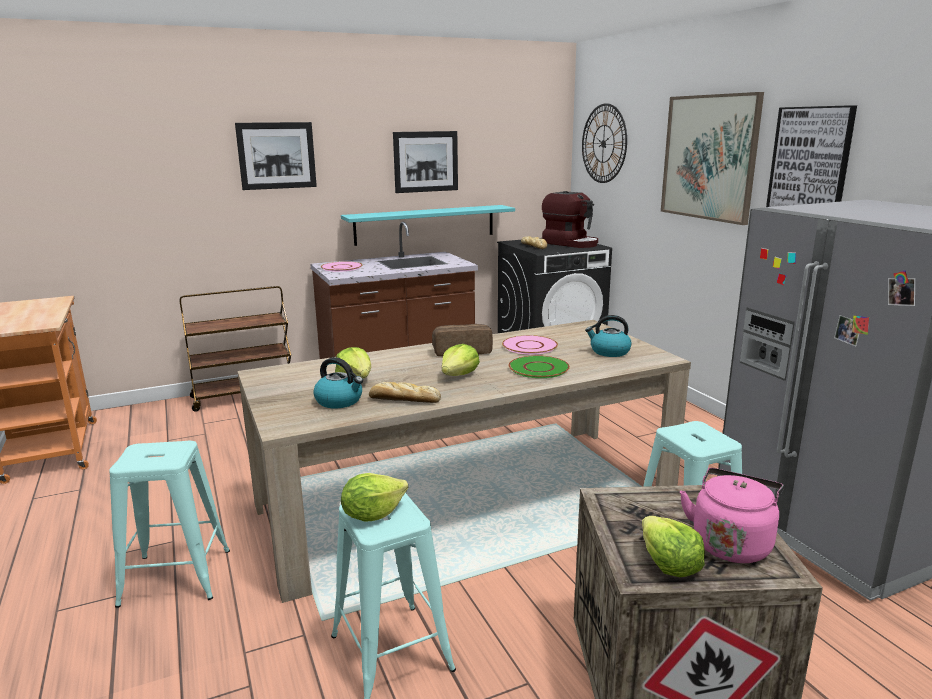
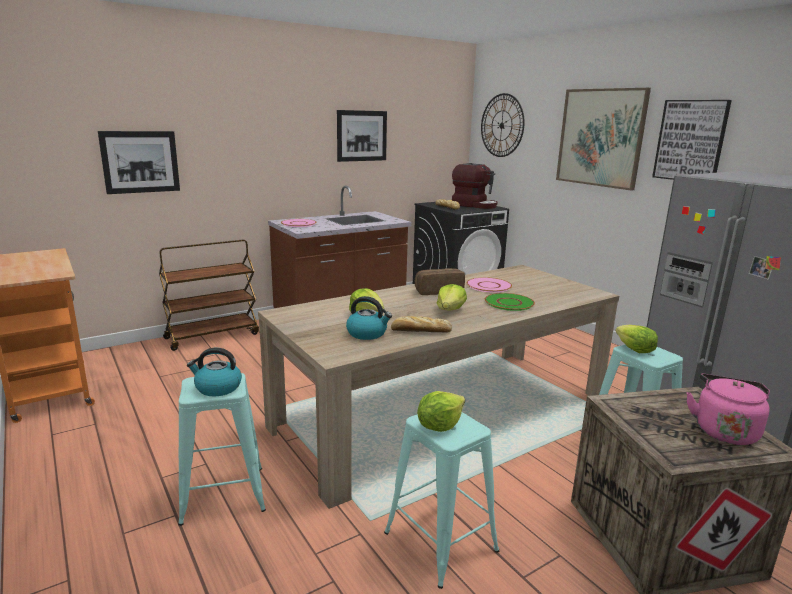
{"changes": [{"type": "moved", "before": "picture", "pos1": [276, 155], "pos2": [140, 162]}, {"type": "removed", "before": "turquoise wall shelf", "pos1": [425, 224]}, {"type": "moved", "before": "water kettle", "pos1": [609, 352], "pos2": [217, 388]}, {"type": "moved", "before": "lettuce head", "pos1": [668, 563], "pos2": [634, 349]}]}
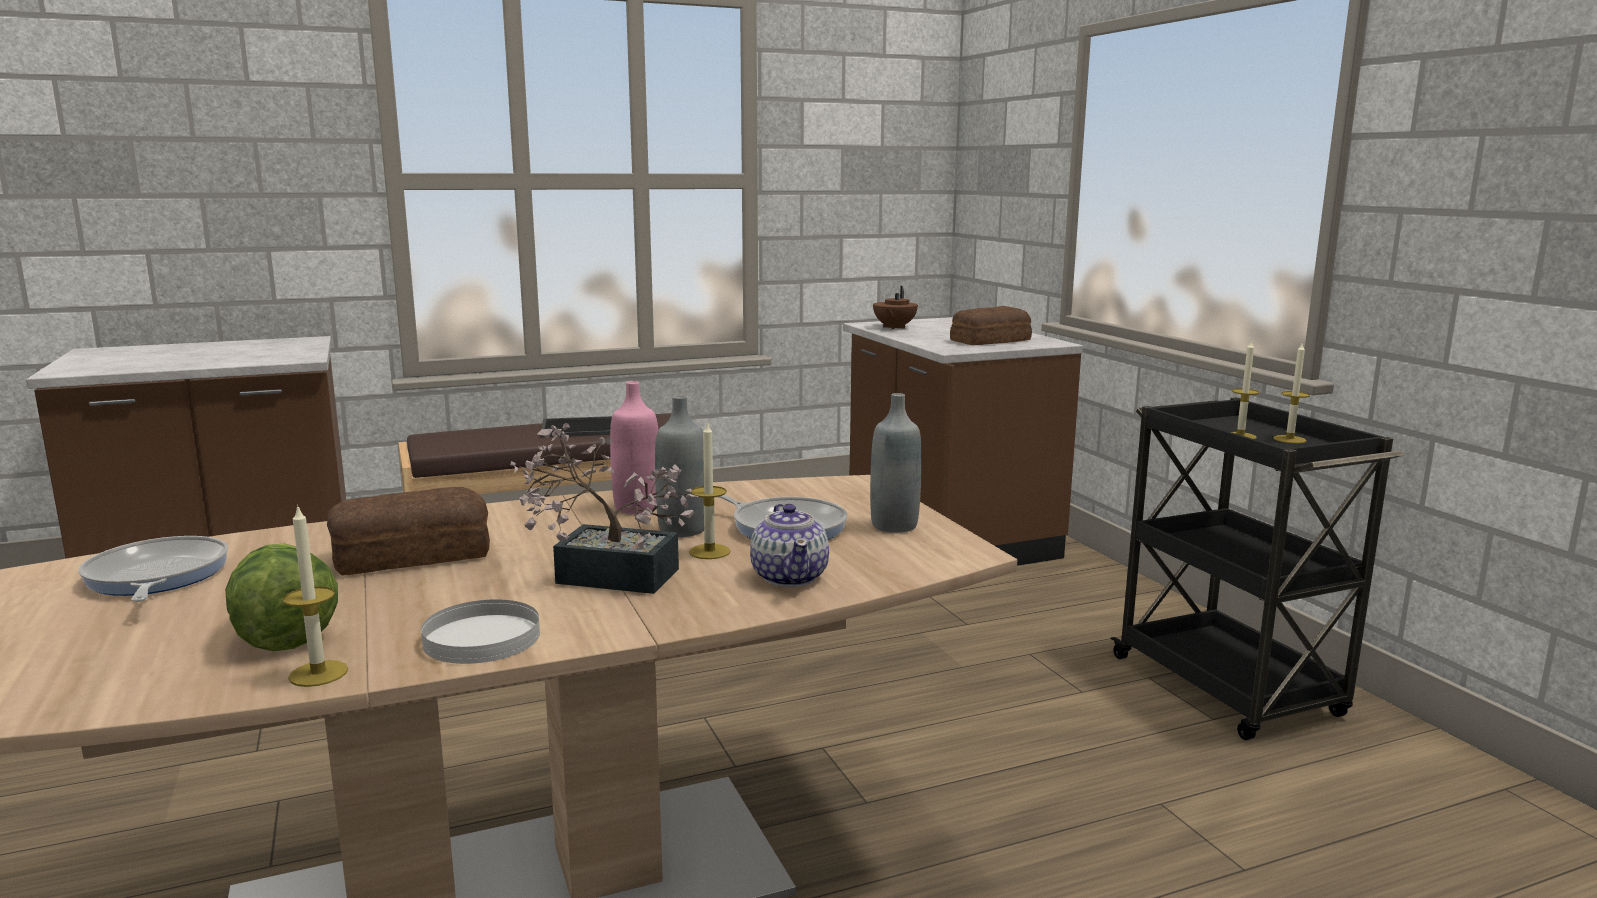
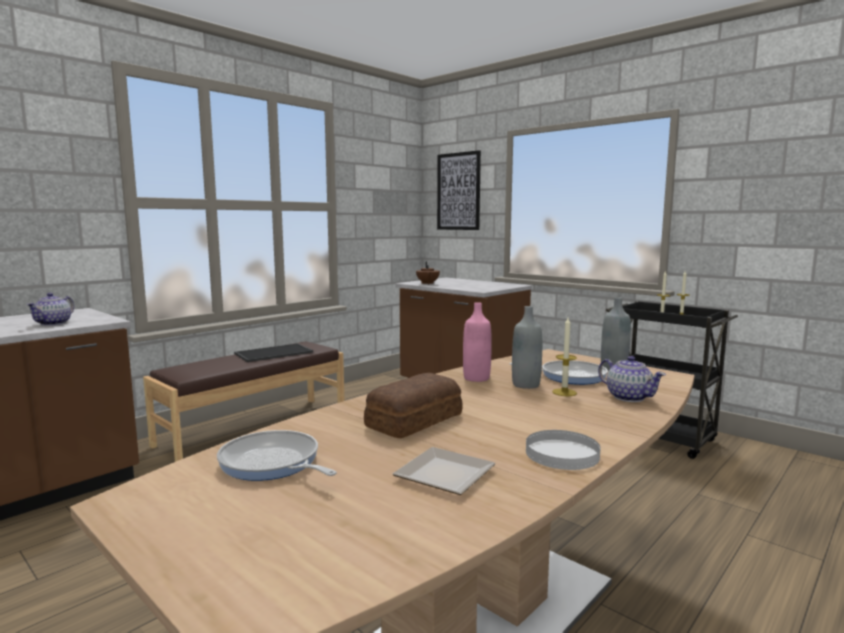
{"changes": [{"type": "replaced", "before": "lettuce head", "after": "flat dish", "pos1": [283, 634], "pos2": [446, 477]}, {"type": "removed", "before": "candle", "pos1": [318, 673]}, {"type": "removed", "before": "houseplant", "pos1": [605, 574]}, {"type": "removed", "before": "baked bread", "pos1": [988, 340]}, {"type": "added", "after": "tea pot", "pos2": [54, 323]}, {"type": "added", "after": "picture", "pos2": [458, 191]}]}
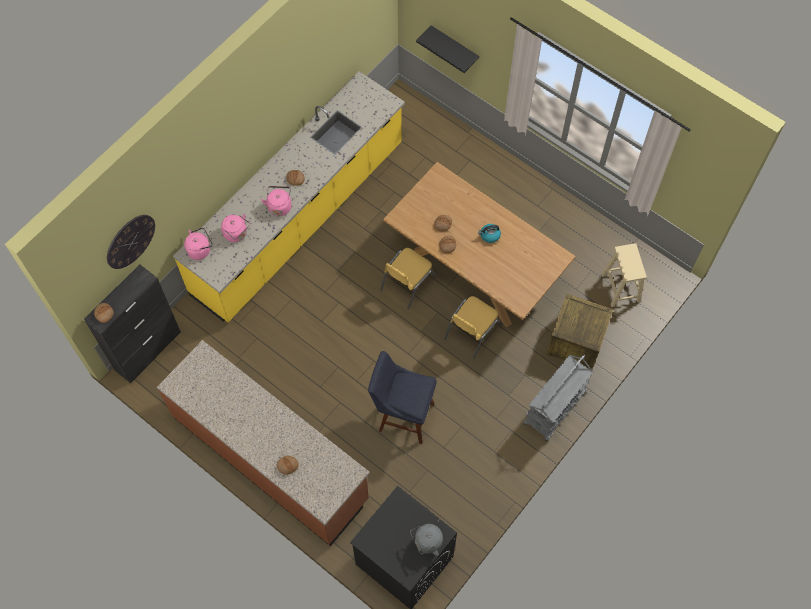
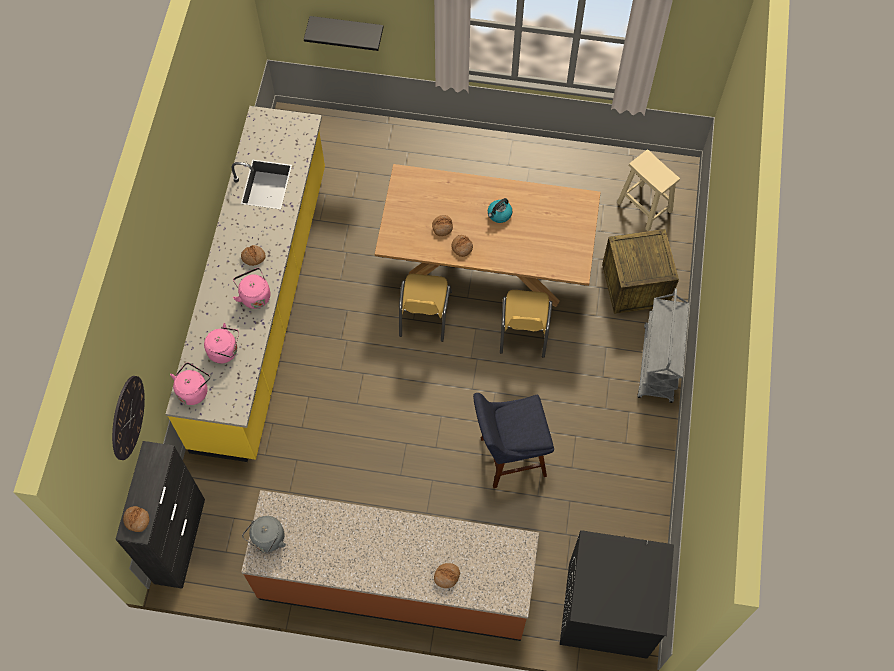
{"changes": [{"type": "moved", "before": "gray water kettle", "pos1": [426, 542], "pos2": [267, 540]}]}
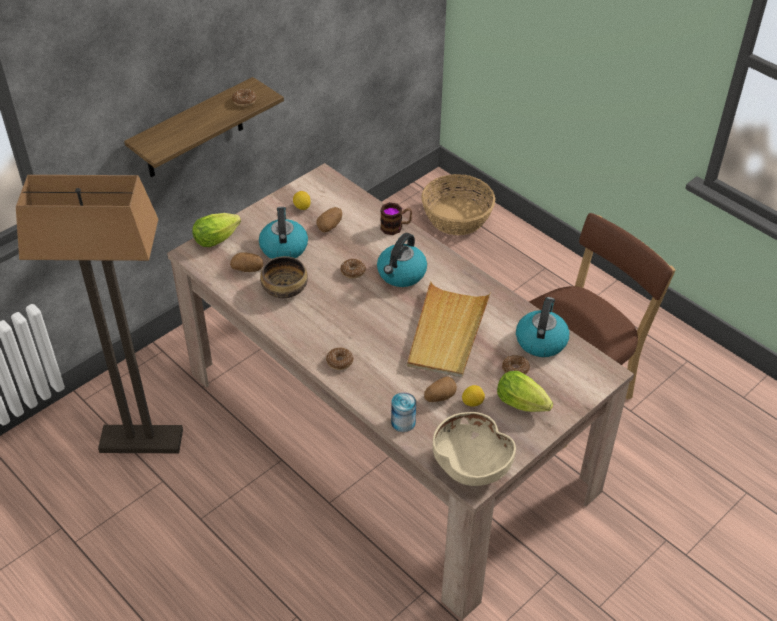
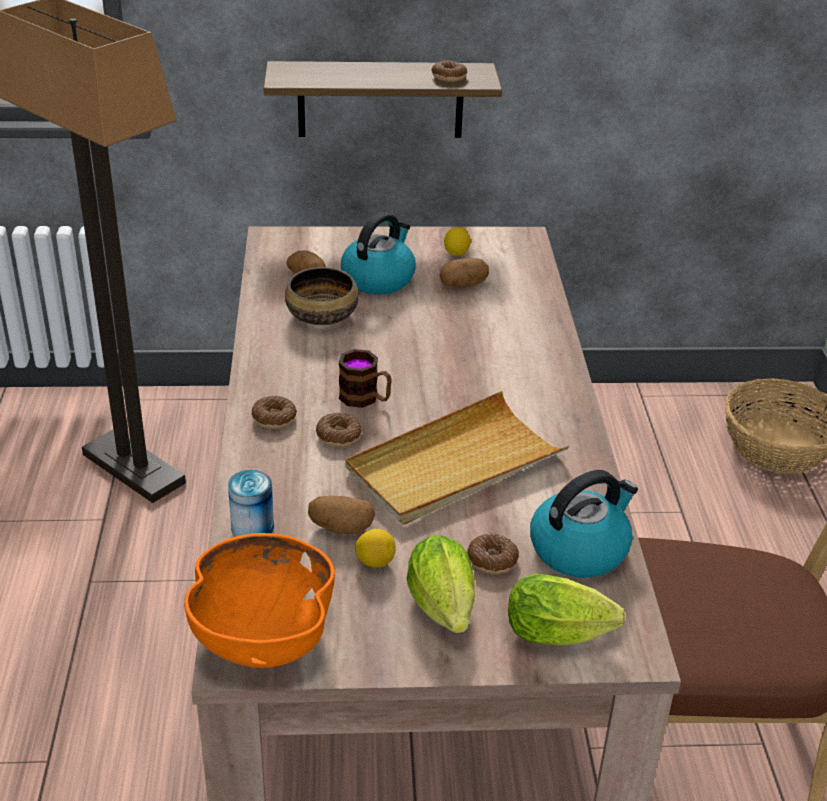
{"changes": [{"type": "moved", "before": "lettuce head", "pos1": [219, 238], "pos2": [563, 635]}, {"type": "moved", "before": "ring doughnut", "pos1": [353, 272], "pos2": [338, 436]}, {"type": "removed", "before": "water kettle", "pos1": [401, 274]}, {"type": "moved", "before": "coffee mug", "pos1": [396, 227], "pos2": [365, 399]}, {"type": "recoloured", "before": "beige serving bowl", "after": "orange serving bowl", "pos1": [470, 466], "pos2": [262, 635]}]}
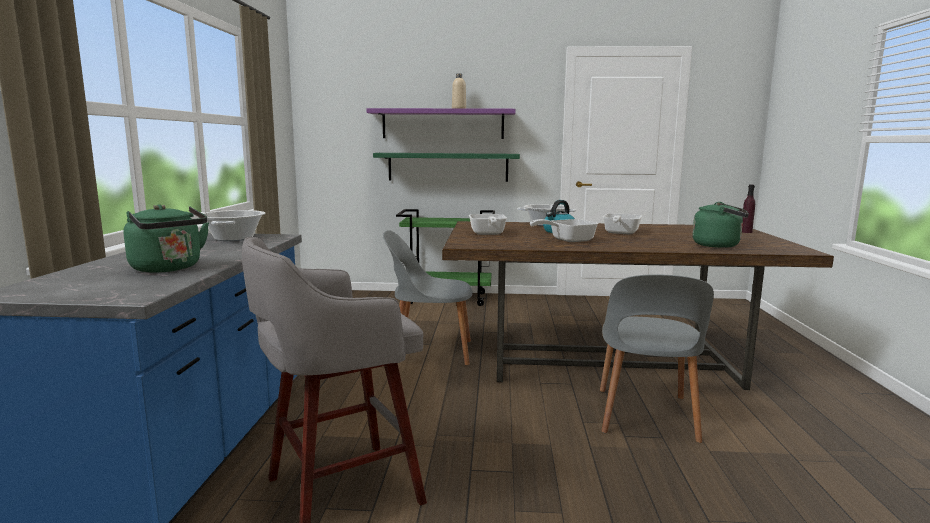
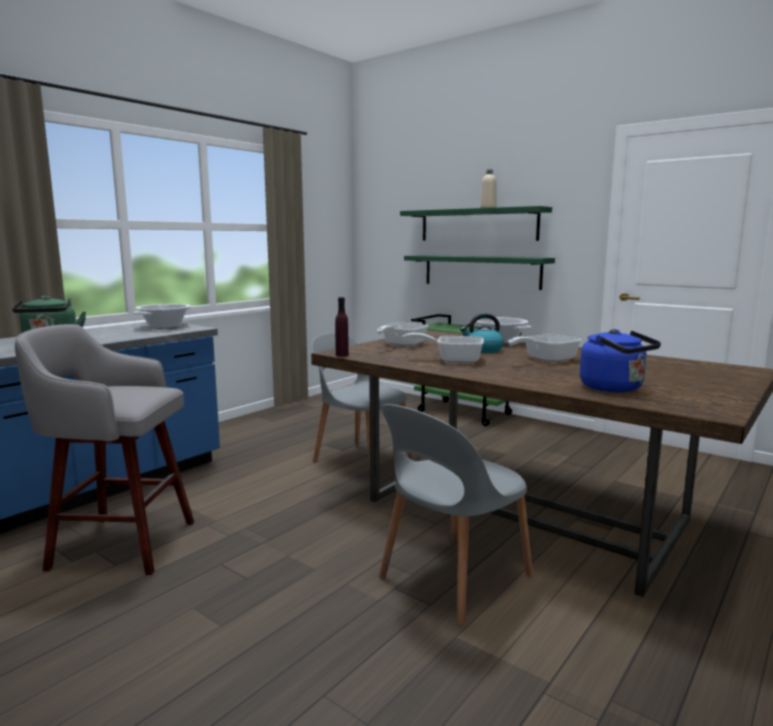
{"changes": [{"type": "recoloured", "before": "purple-coloured wall shelf", "after": "green wall shelf", "pos1": [443, 124], "pos2": [477, 225]}, {"type": "recoloured", "before": "green water kettle", "after": "blue water kettle", "pos1": [719, 245], "pos2": [615, 388]}, {"type": "moved", "before": "purple-coloured drink bottle", "pos1": [746, 232], "pos2": [342, 355]}]}
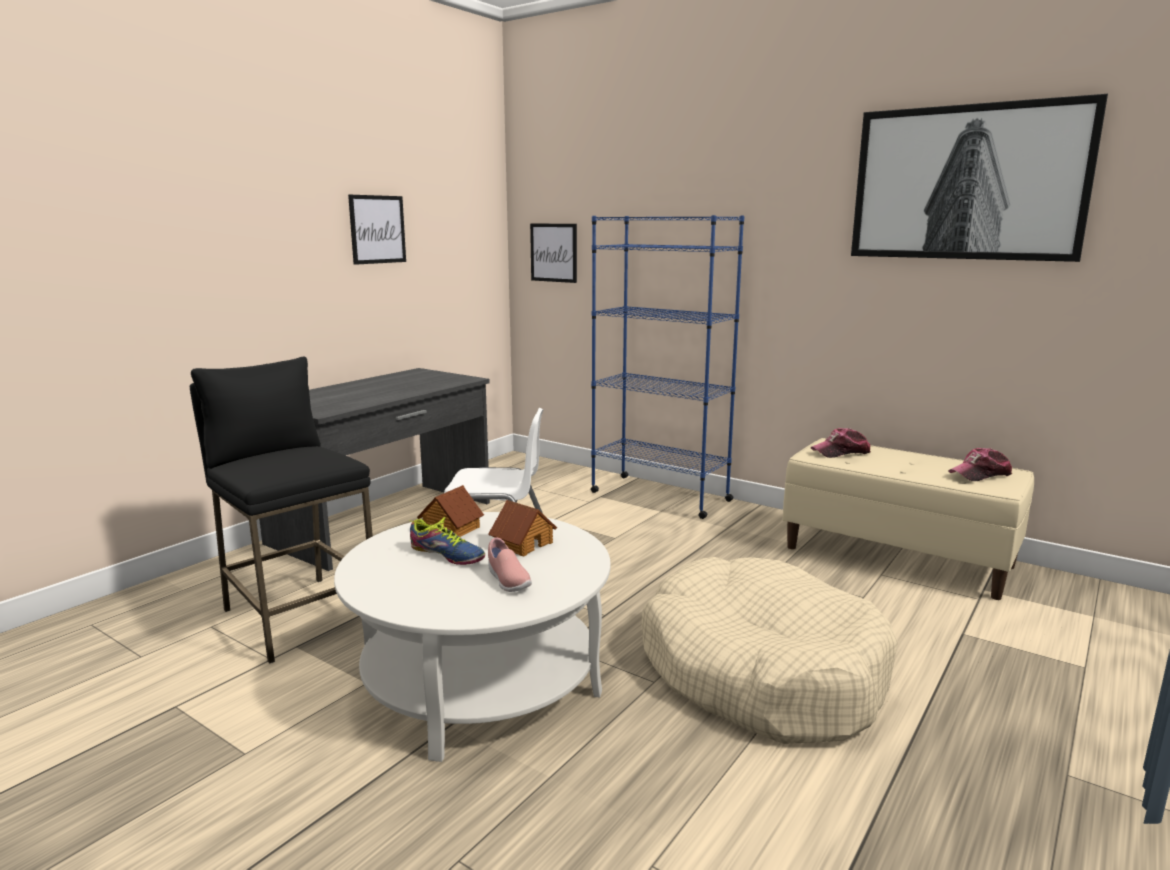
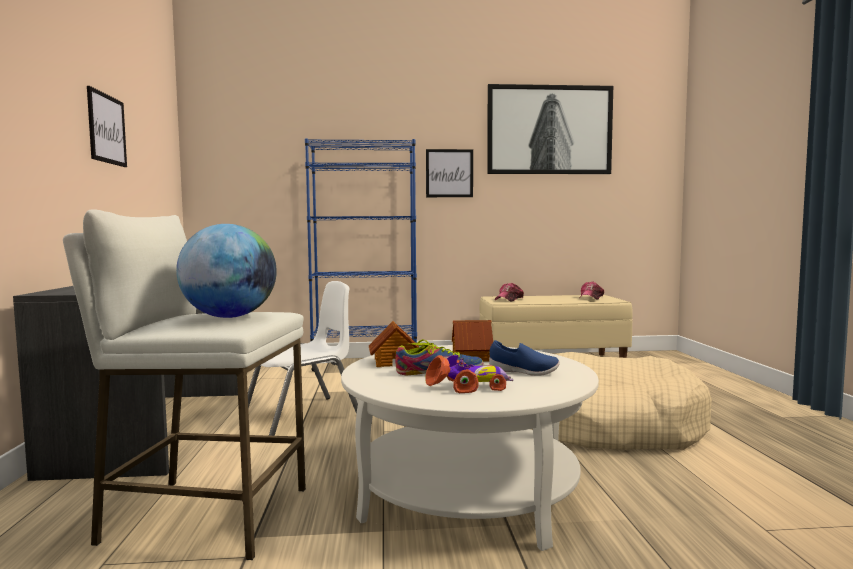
{"changes": [{"type": "recoloured", "before": "black-coloured stool", "after": "white stool", "pos1": [298, 616], "pos2": [206, 516]}, {"type": "recoloured", "before": "pinkish item of footwear", "after": "blue item of footwear", "pos1": [507, 580], "pos2": [523, 372]}, {"type": "moved", "before": "picture", "pos1": [553, 252], "pos2": [449, 173]}, {"type": "added", "after": "world globe", "pos2": [230, 317]}, {"type": "added", "after": "model car", "pos2": [469, 386]}]}
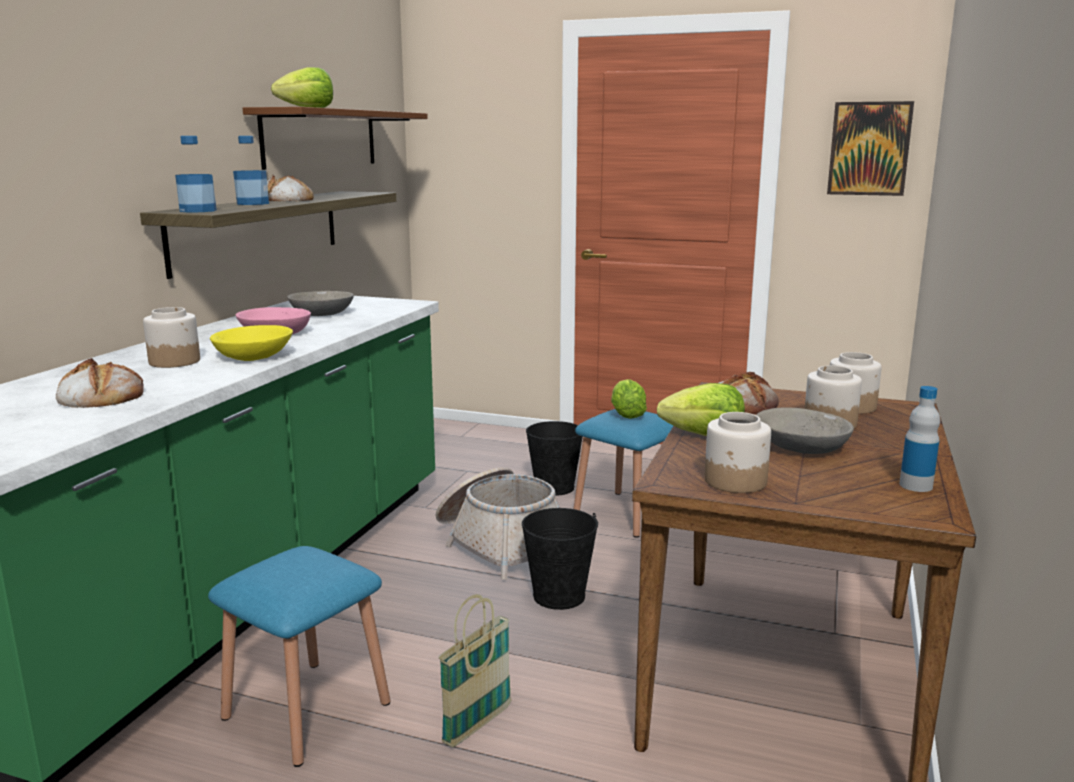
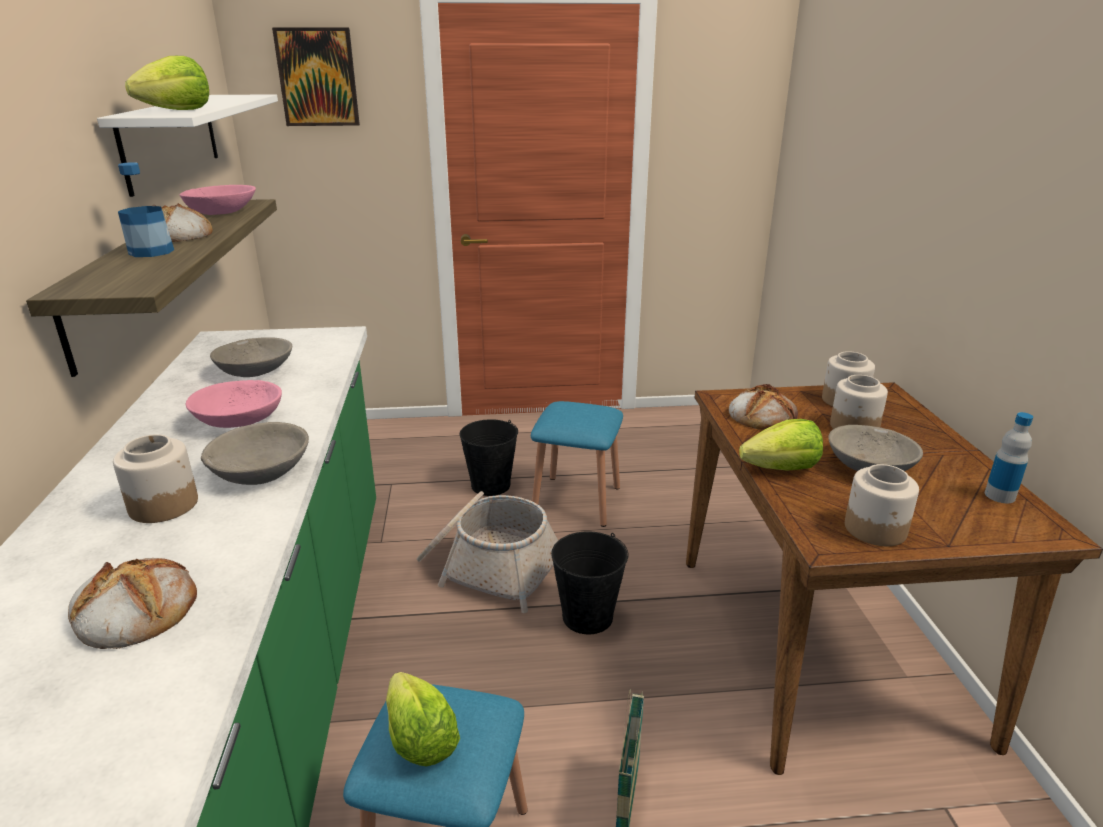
{"changes": [{"type": "removed", "before": "drink bottle", "pos1": [198, 211]}, {"type": "recoloured", "before": "yellow serving bowl", "after": "gray serving bowl", "pos1": [253, 356], "pos2": [261, 471]}, {"type": "recoloured", "before": "brown wall shelf", "after": "white wall shelf", "pos1": [321, 138], "pos2": [171, 139]}, {"type": "moved", "before": "lettuce head", "pos1": [626, 414], "pos2": [420, 739]}, {"type": "moved", "before": "picture", "pos1": [869, 148], "pos2": [317, 77]}, {"type": "added", "after": "pinkish serving bowl", "pos2": [222, 212]}]}
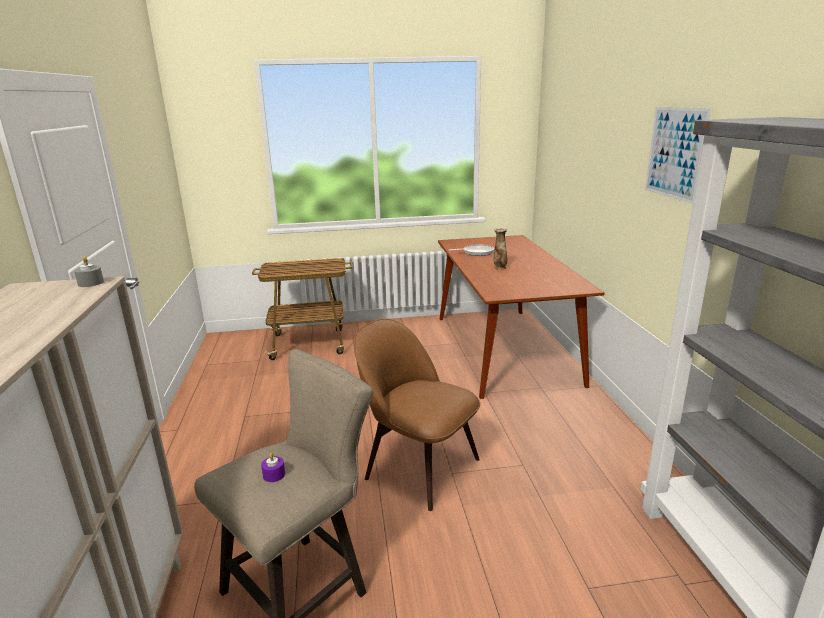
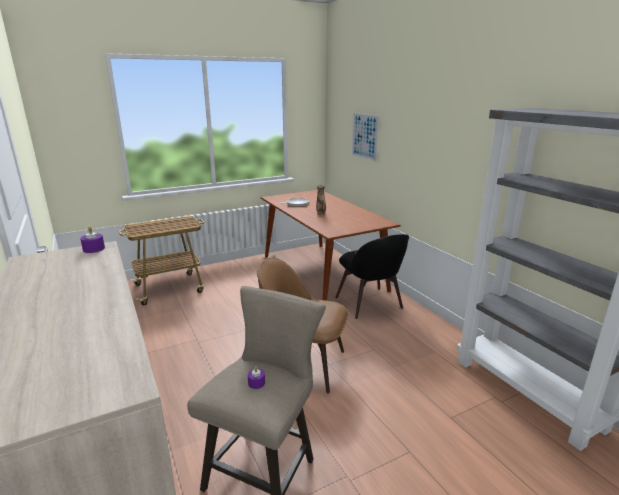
{"changes": [{"type": "recoloured", "before": "gray candle", "after": "purple-coloured candle", "pos1": [91, 283], "pos2": [94, 249]}, {"type": "moved", "before": "picture", "pos1": [675, 153], "pos2": [364, 136]}, {"type": "added", "after": "black-coloured chair", "pos2": [370, 304]}]}
